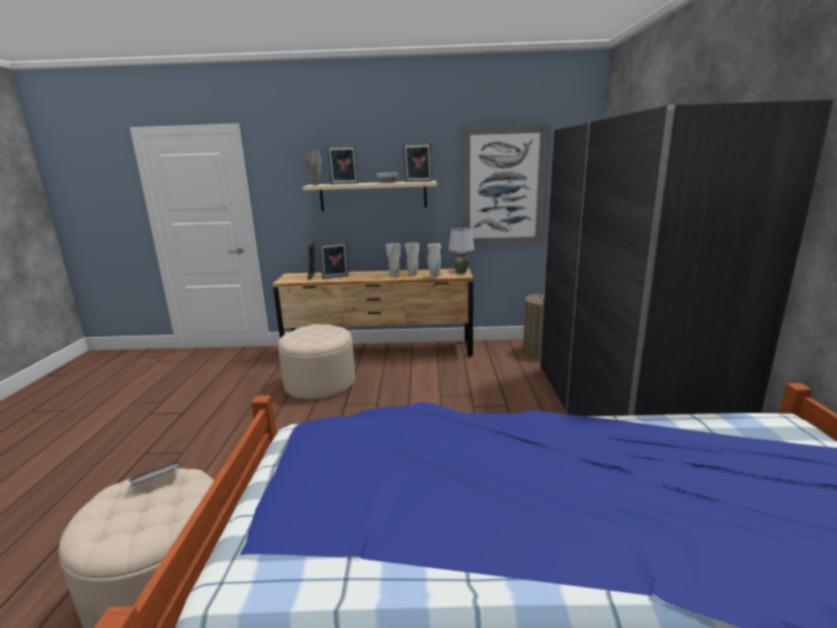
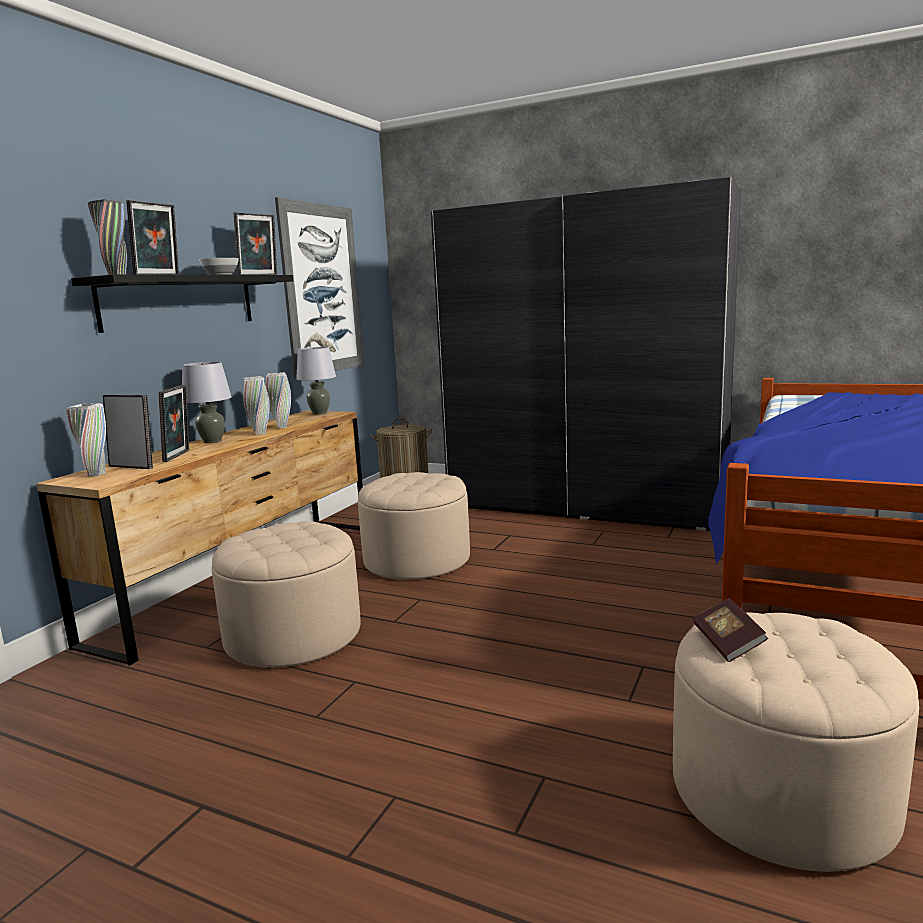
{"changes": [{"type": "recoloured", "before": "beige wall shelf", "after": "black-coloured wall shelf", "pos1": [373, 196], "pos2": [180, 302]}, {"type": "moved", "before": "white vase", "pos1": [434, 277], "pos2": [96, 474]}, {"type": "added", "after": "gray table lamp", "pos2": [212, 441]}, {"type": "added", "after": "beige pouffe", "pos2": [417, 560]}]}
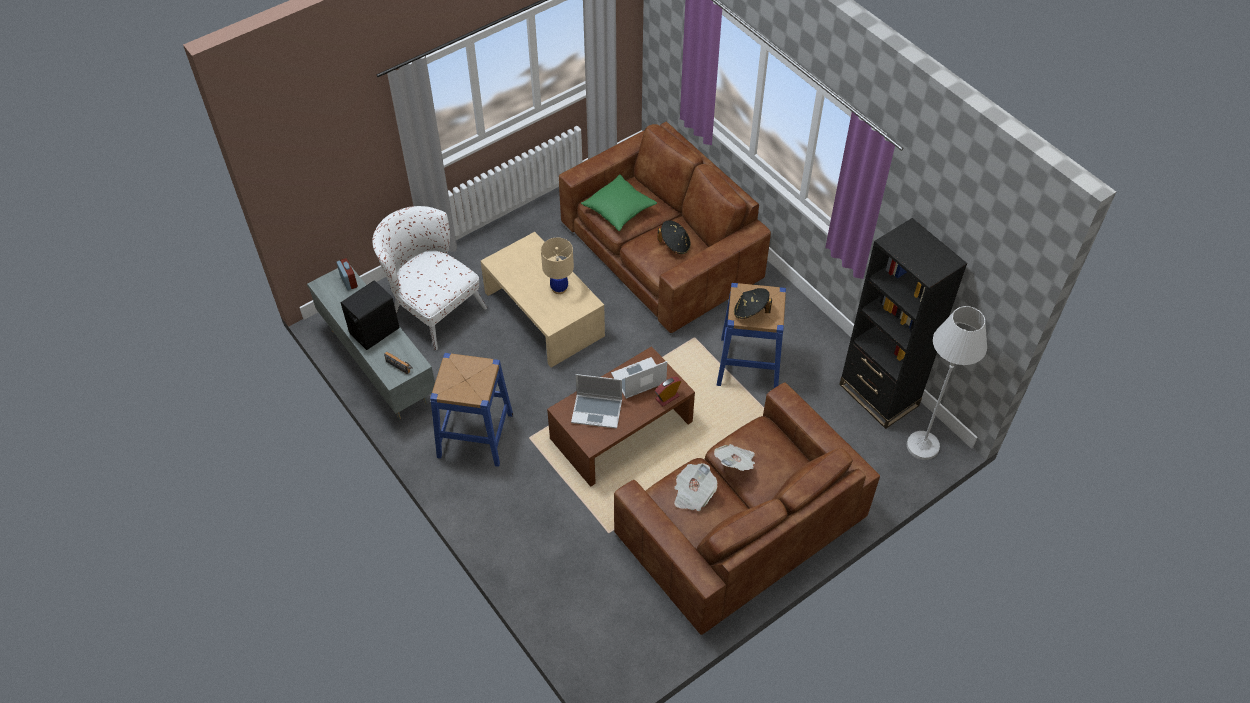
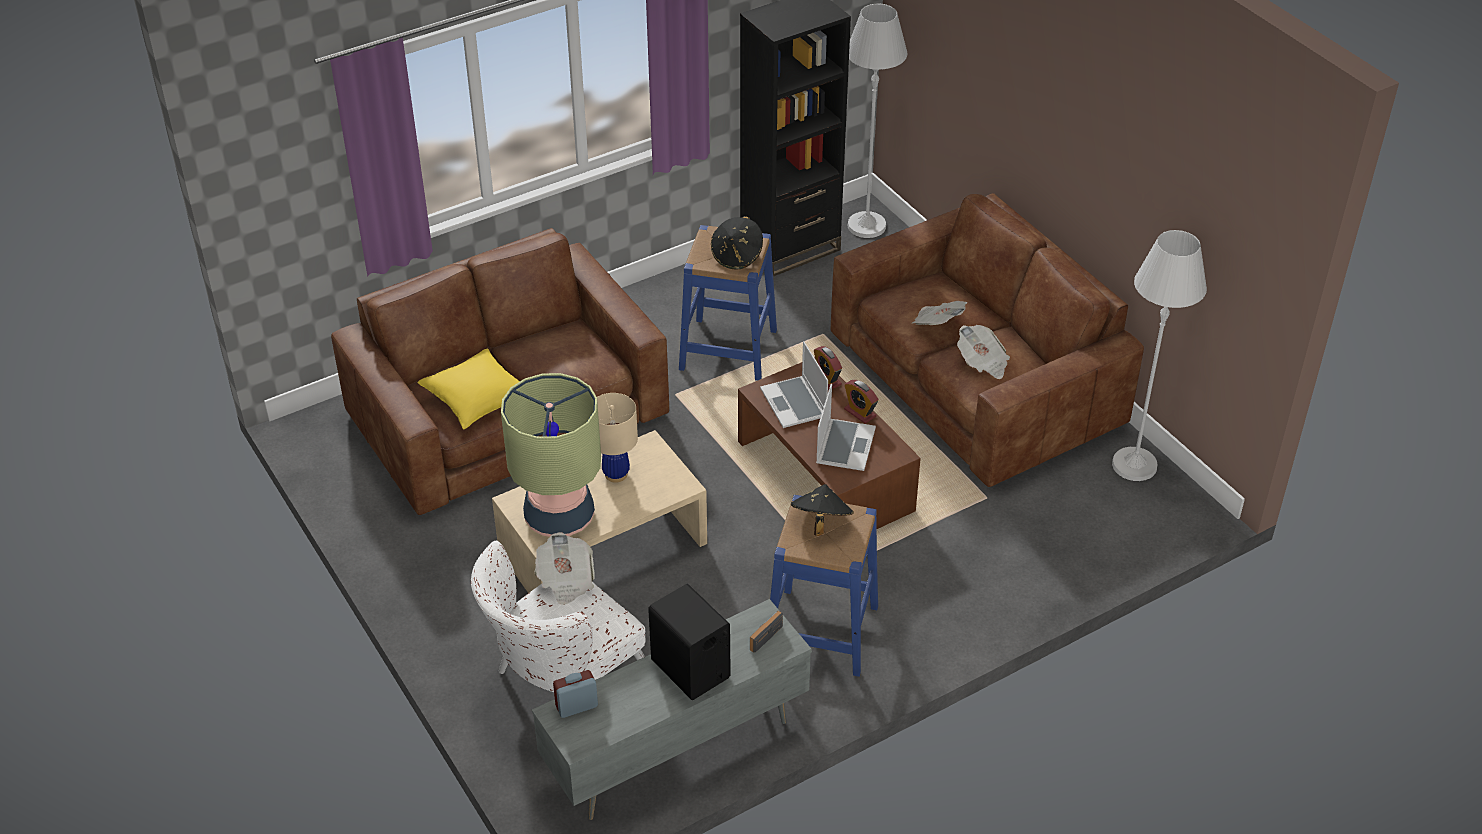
{"changes": [{"type": "recoloured", "before": "green cushion", "after": "yellow cushion", "pos1": [619, 209], "pos2": [477, 398]}, {"type": "moved", "before": "black-coloured wearable hat", "pos1": [675, 245], "pos2": [820, 522]}, {"type": "added", "after": "table lamp", "pos2": [559, 516]}, {"type": "added", "after": "daily paper", "pos2": [566, 580]}, {"type": "added", "after": "alarm clock", "pos2": [860, 413]}, {"type": "added", "after": "white standing lamp", "pos2": [1134, 465]}]}
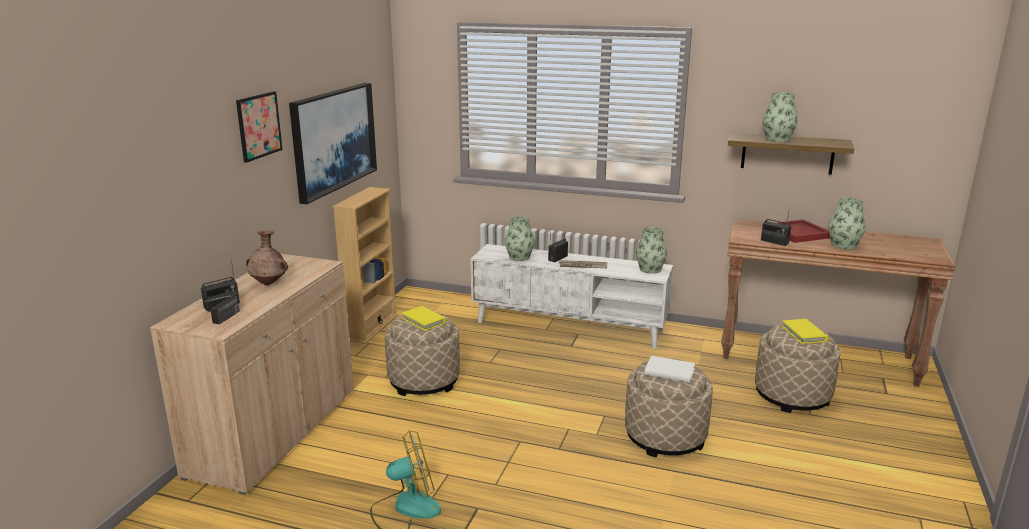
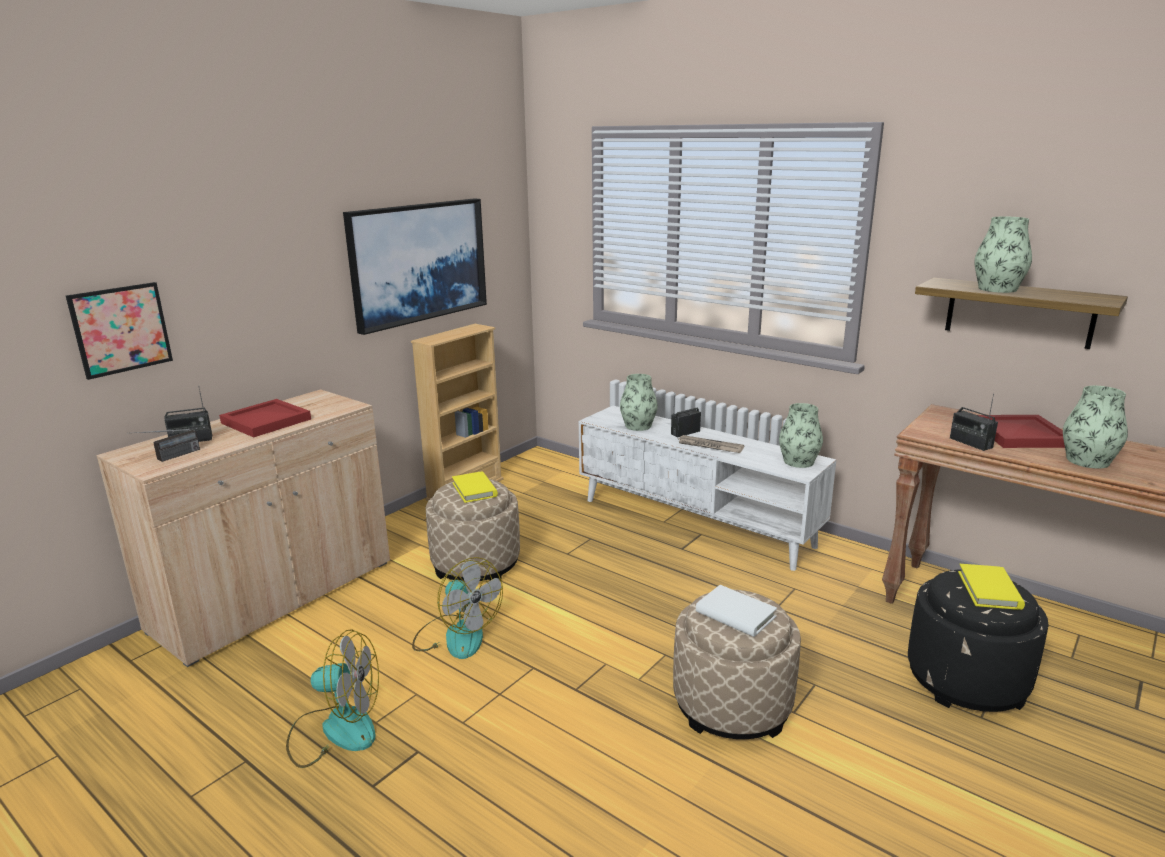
{"changes": [{"type": "moved", "before": "picture", "pos1": [259, 126], "pos2": [121, 329]}, {"type": "replaced", "before": "brown vase", "after": "red tray", "pos1": [269, 283], "pos2": [267, 421]}, {"type": "recoloured", "before": "beige pouffe", "after": "black-coloured pouffe", "pos1": [792, 395], "pos2": [966, 679]}, {"type": "added", "after": "electric fan", "pos2": [456, 635]}]}
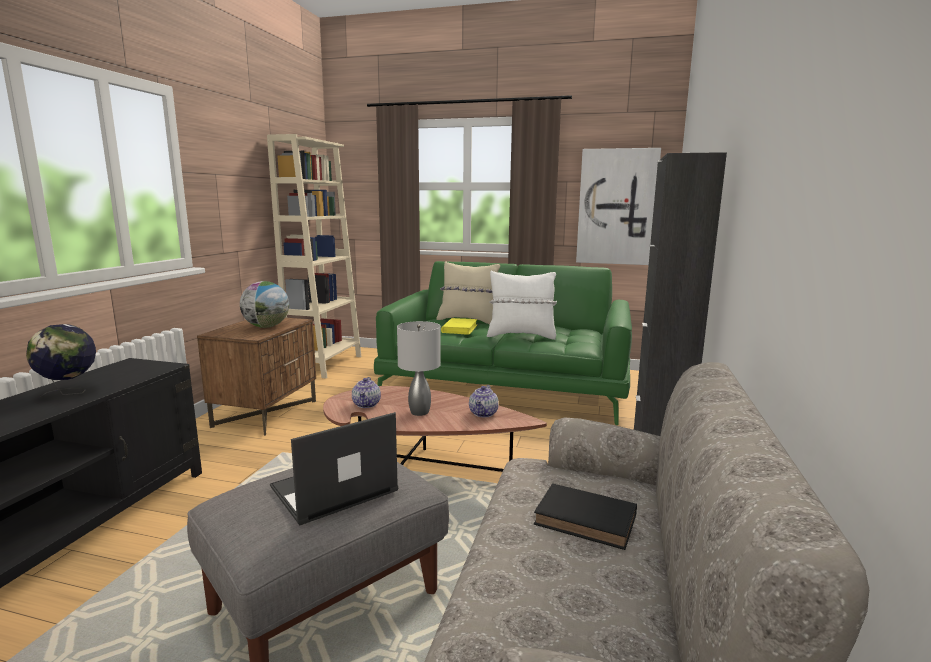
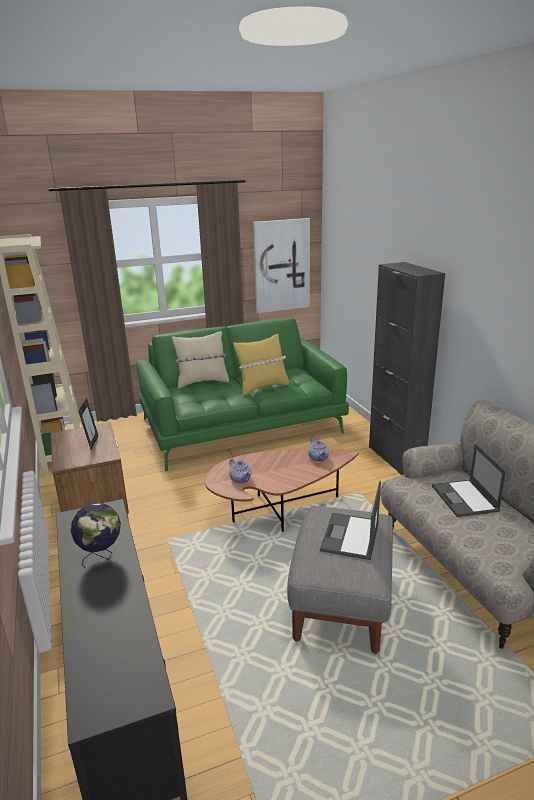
{"changes": [{"type": "replaced", "before": "world globe", "after": "standing frame", "pos1": [266, 327], "pos2": [92, 442]}, {"type": "removed", "before": "gray table lamp", "pos1": [420, 412]}, {"type": "removed", "before": "yellow book", "pos1": [459, 329]}, {"type": "recoloured", "before": "white cushion", "after": "yellow cushion", "pos1": [521, 335], "pos2": [262, 387]}, {"type": "replaced", "before": "black-coloured book", "after": "notebook computer", "pos1": [588, 521], "pos2": [465, 499]}]}
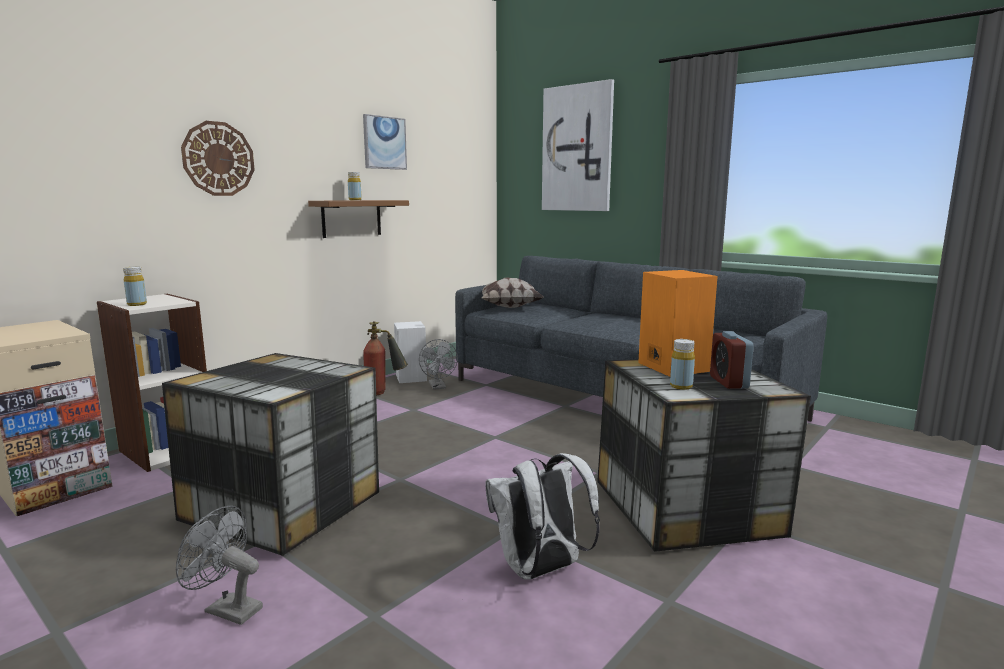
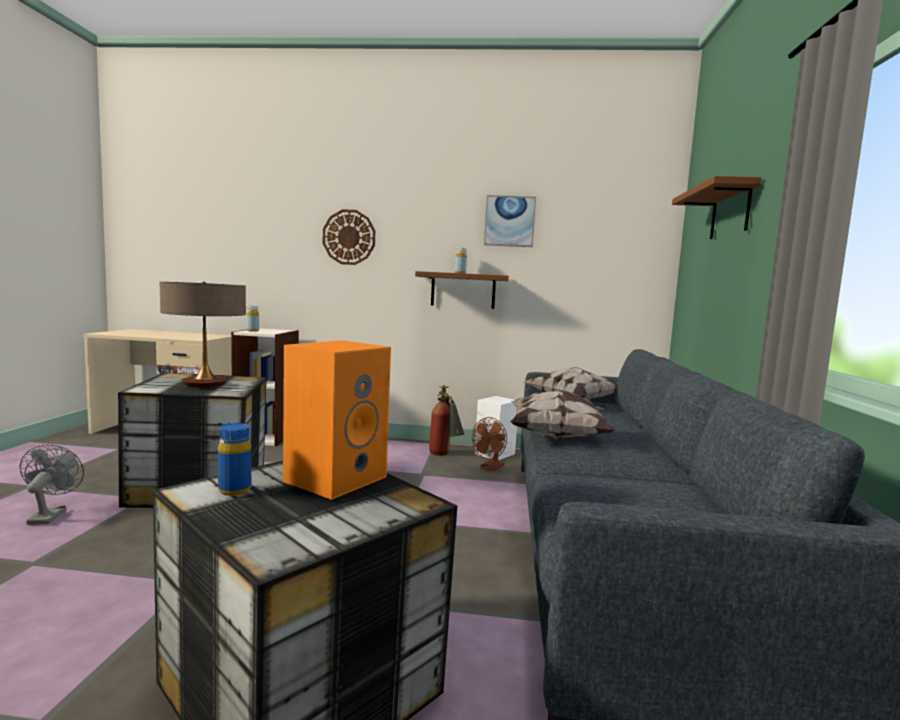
{"changes": [{"type": "recoloured", "before": "gray electric fan", "after": "brown electric fan", "pos1": [438, 387], "pos2": [490, 468]}, {"type": "removed", "before": "white backpack", "pos1": [540, 570]}, {"type": "replaced", "before": "picture", "after": "brown wall shelf", "pos1": [577, 149], "pos2": [730, 212]}, {"type": "recoloured", "before": "yellow drink bottle", "after": "blue drink bottle", "pos1": [681, 386], "pos2": [235, 490]}, {"type": "removed", "before": "alarm clock", "pos1": [728, 382]}, {"type": "added", "after": "table lamp", "pos2": [205, 384]}, {"type": "added", "after": "cushion", "pos2": [558, 436]}]}
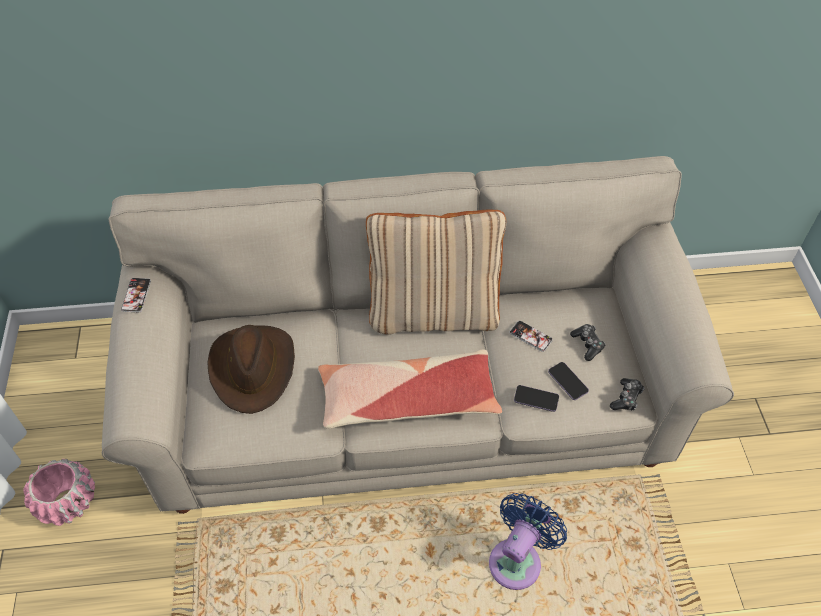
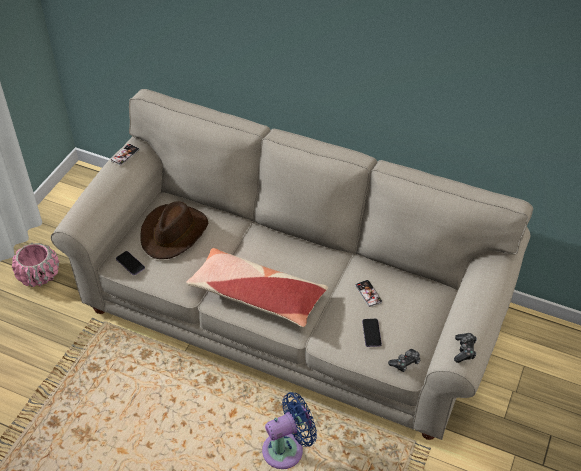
{"changes": [{"type": "removed", "before": "beige cushion", "pos1": [433, 312]}, {"type": "moved", "before": "telephone", "pos1": [536, 399], "pos2": [130, 264]}, {"type": "moved", "before": "gamepad", "pos1": [587, 344], "pos2": [464, 350]}]}
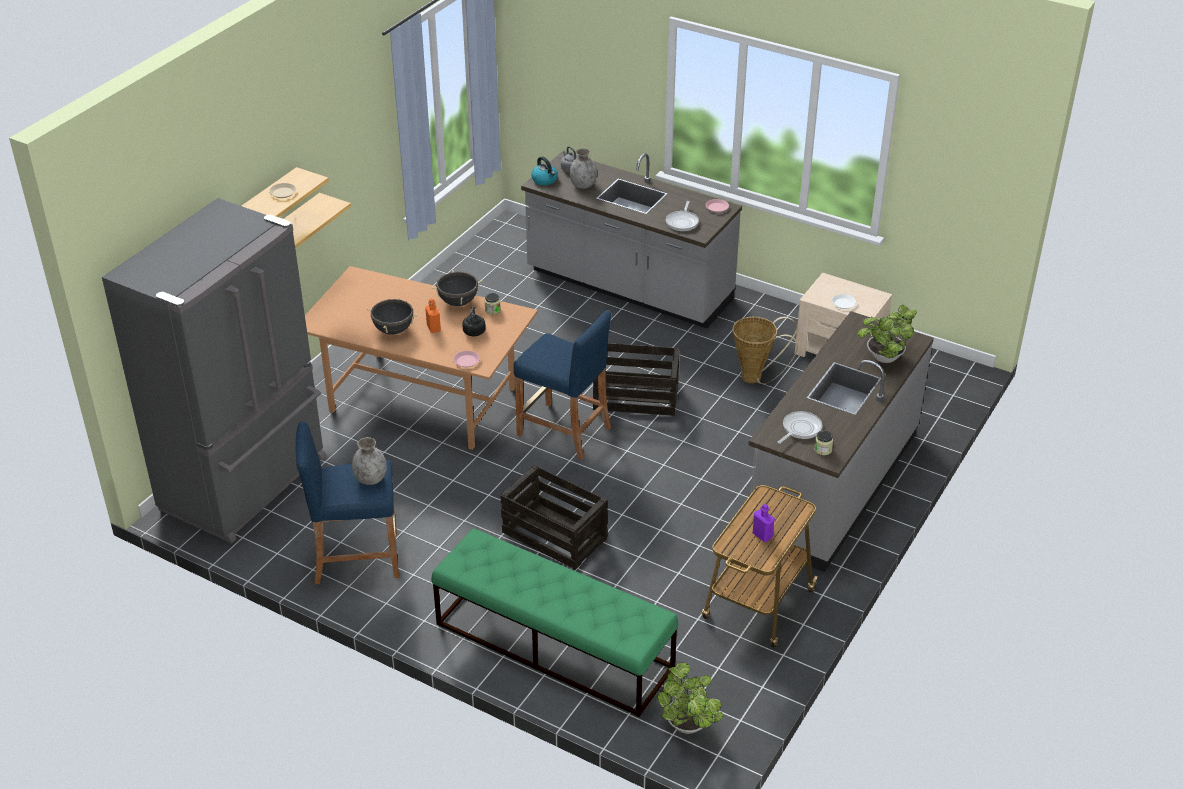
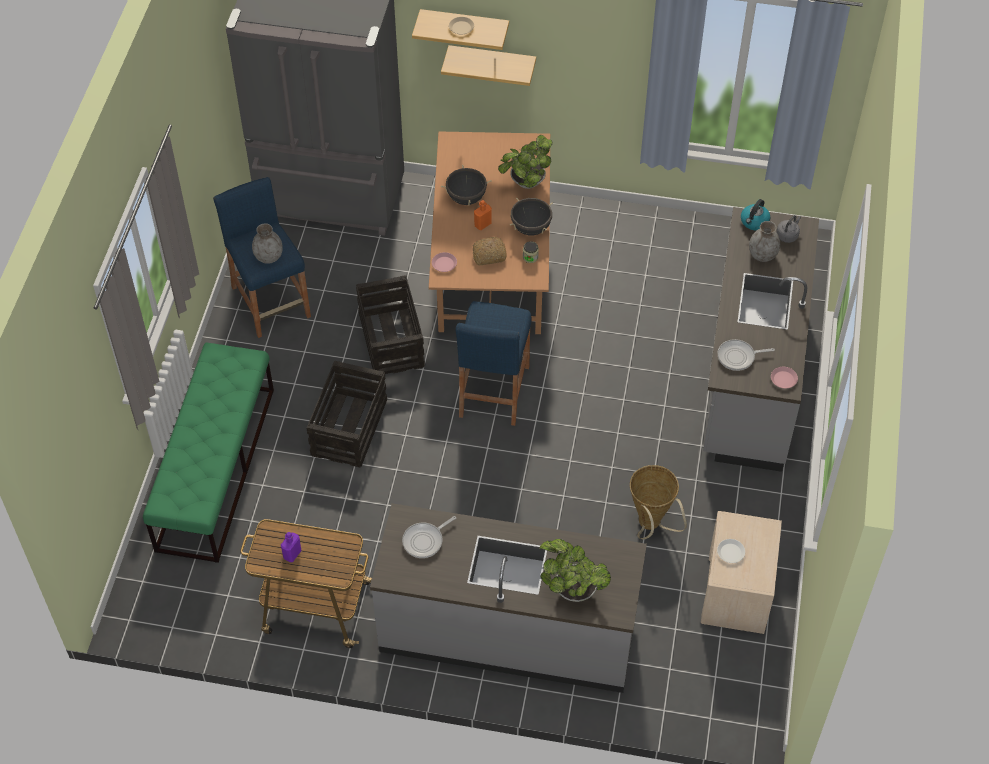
{"changes": [{"type": "replaced", "before": "black-coloured water kettle", "after": "baked bread", "pos1": [474, 333], "pos2": [489, 255]}, {"type": "moved", "before": "packing crate", "pos1": [636, 397], "pos2": [392, 341]}, {"type": "moved", "before": "houseplant", "pos1": [689, 727], "pos2": [525, 183]}, {"type": "turned", "before": "frying pan", "pos1": [800, 429], "pos2": [425, 541], "turn": 120}, {"type": "removed", "before": "storage jar", "pos1": [823, 449]}]}
